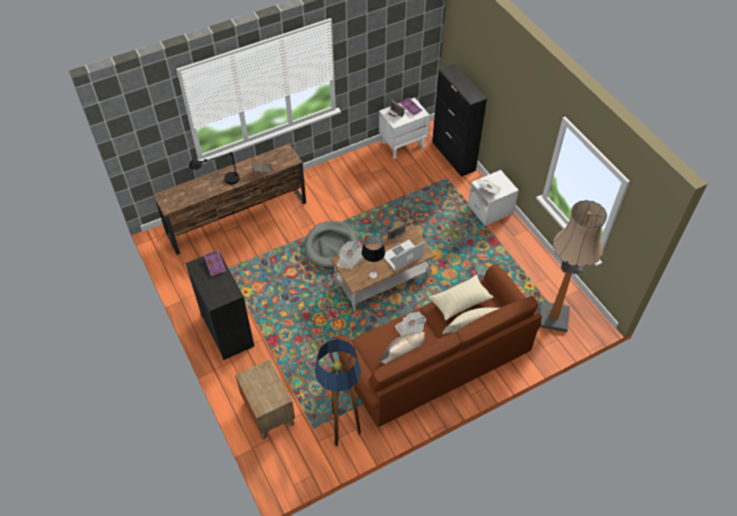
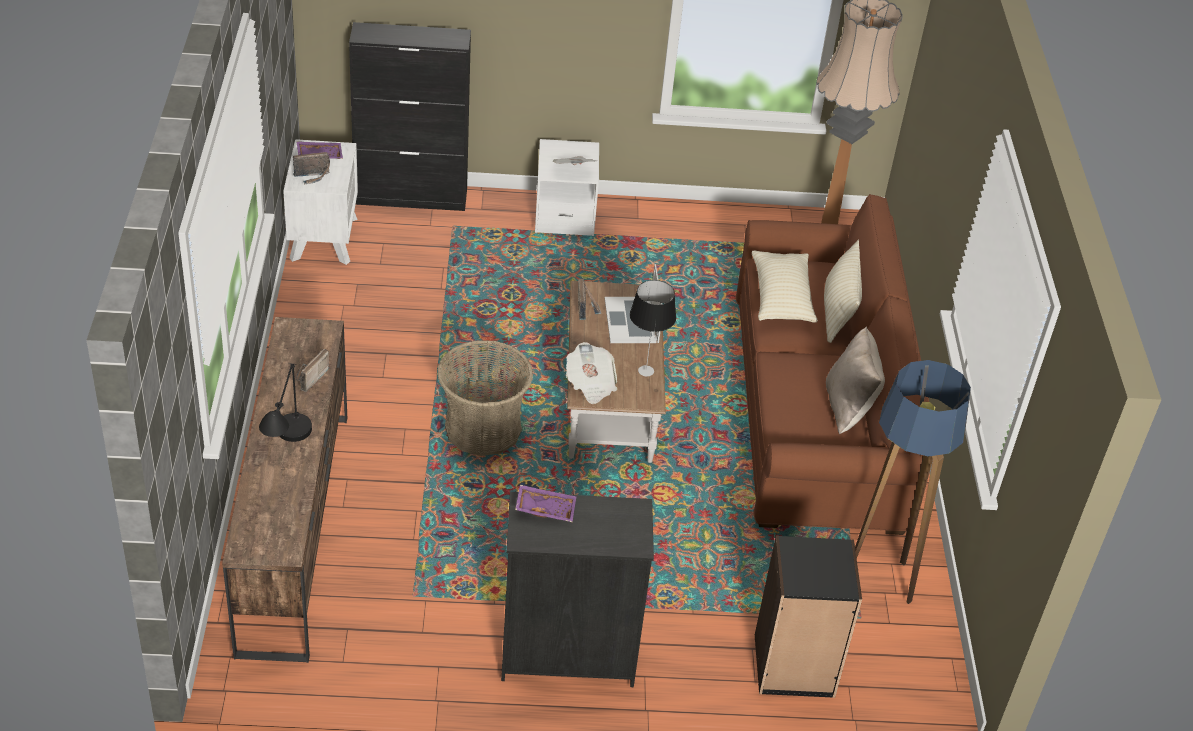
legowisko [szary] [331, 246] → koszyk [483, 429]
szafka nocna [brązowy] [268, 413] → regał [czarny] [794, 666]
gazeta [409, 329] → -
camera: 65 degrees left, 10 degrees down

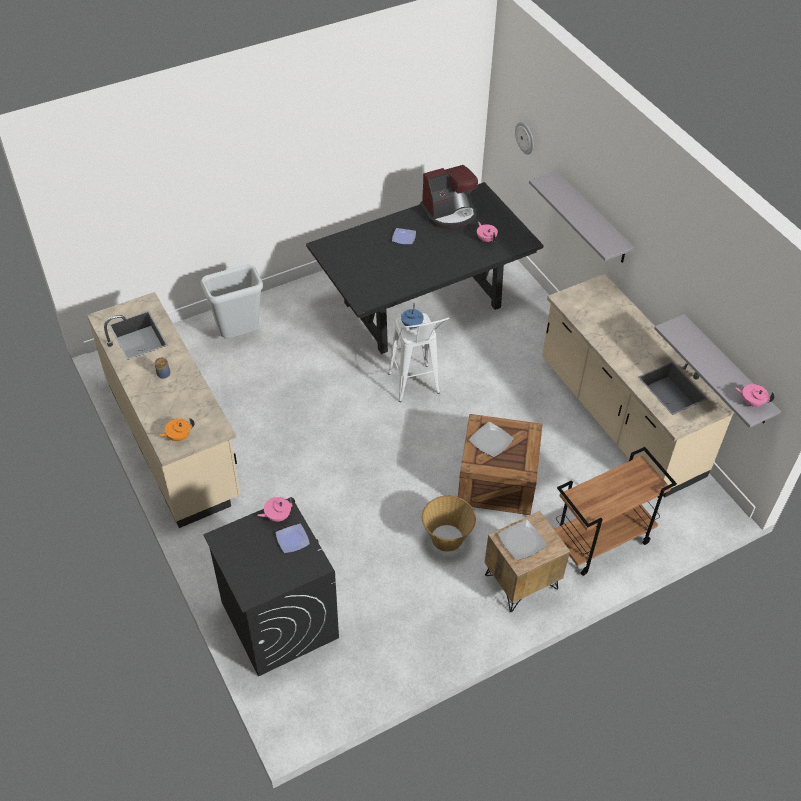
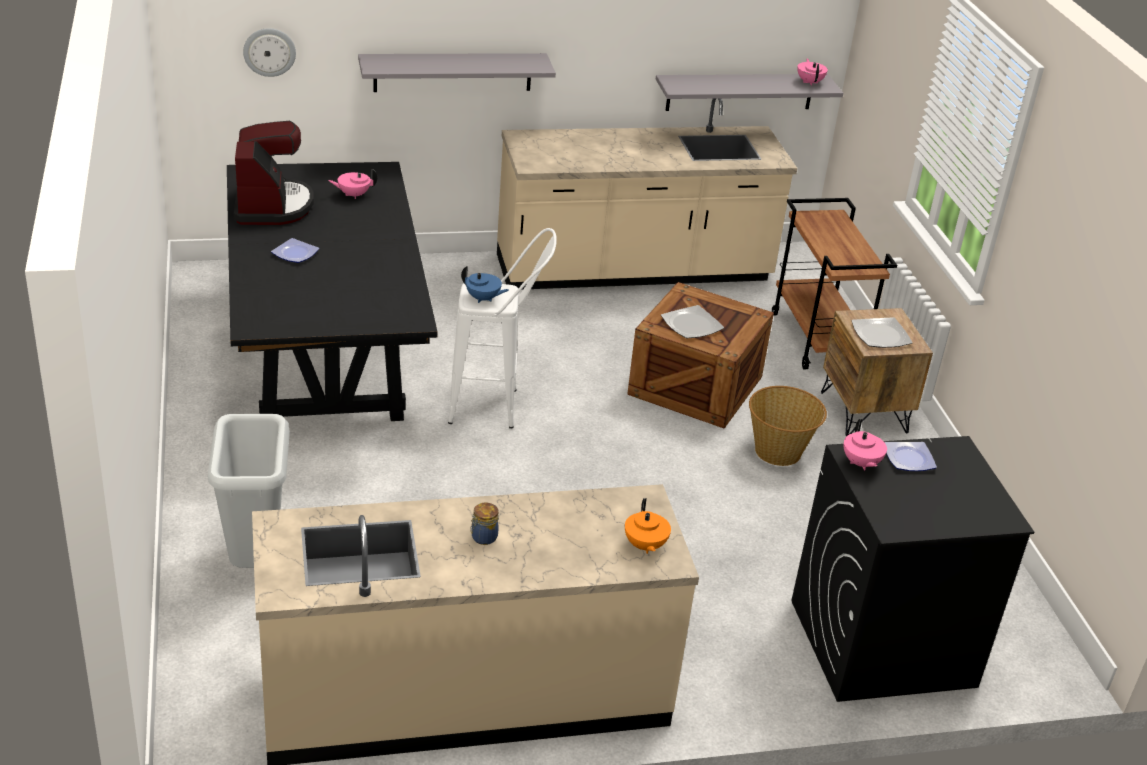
imbryk [różowy] [751, 402] → imbryk [różowy] [810, 82], 135 degrees clockwise
camera: 75 degrees left, 15 degrees down

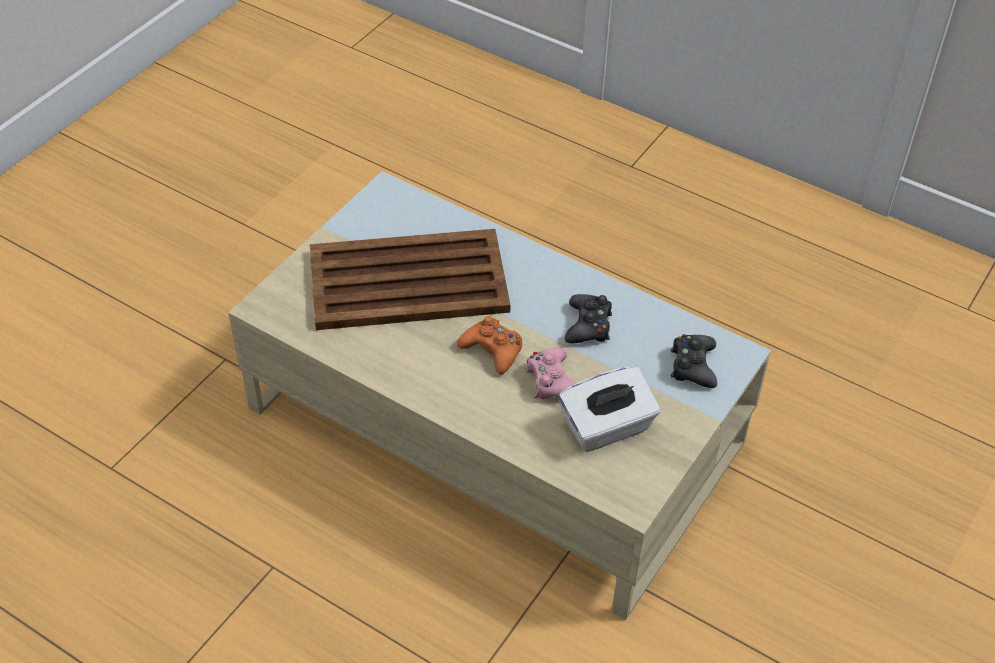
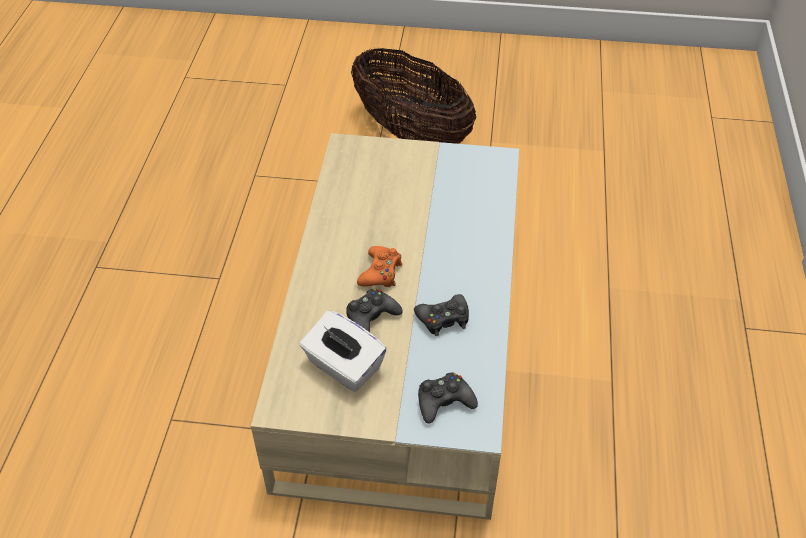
pad do gier [różowy] [551, 381] → pad do gier [czarny] [371, 317]
- → koszyk [411, 133]
taca [brązowy] [410, 281] → -
camera: 65 degrees right, 0 degrees up

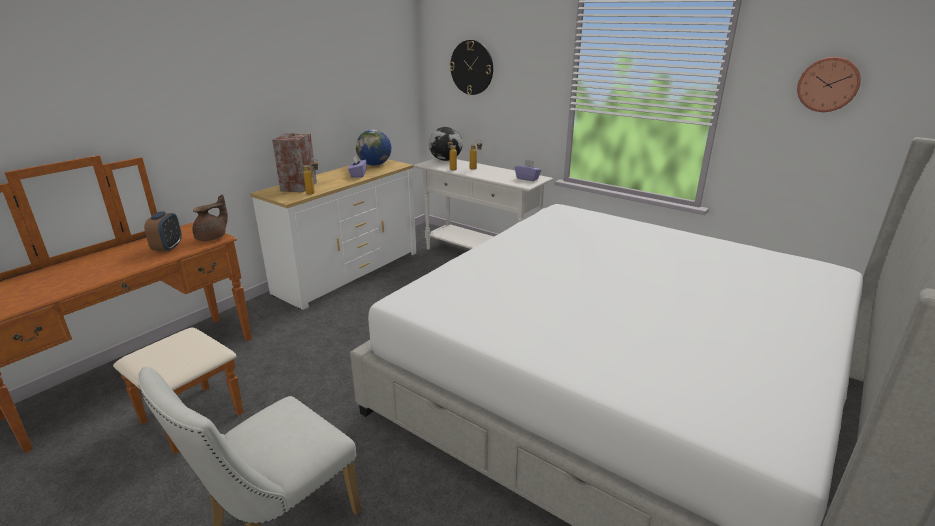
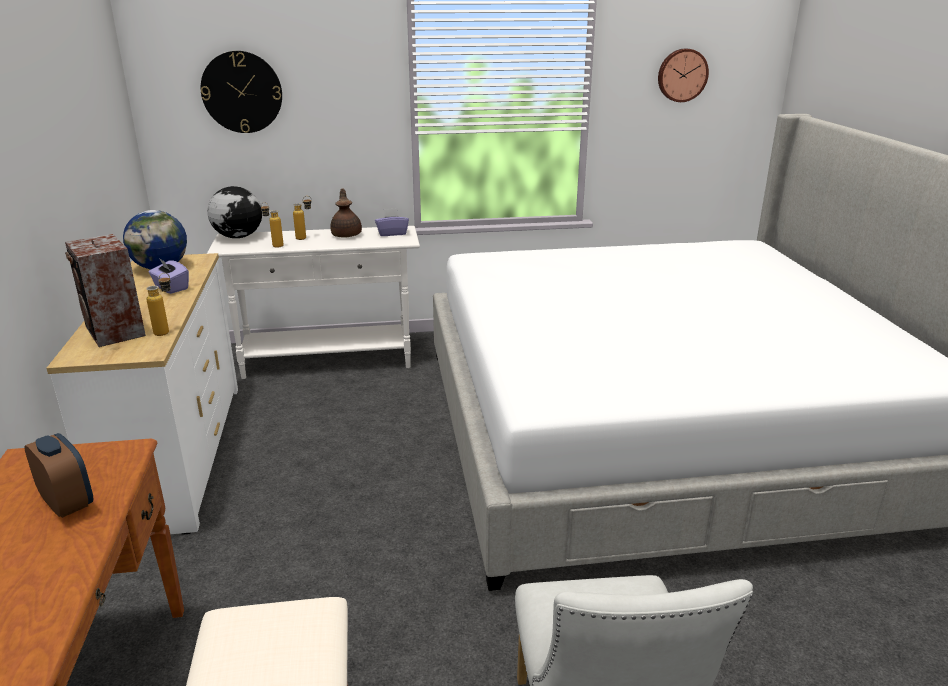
imbryk [brązowy] [213, 237] → imbryk [brązowy] [347, 234], move
camera: 45 degrees left, 0 degrees up

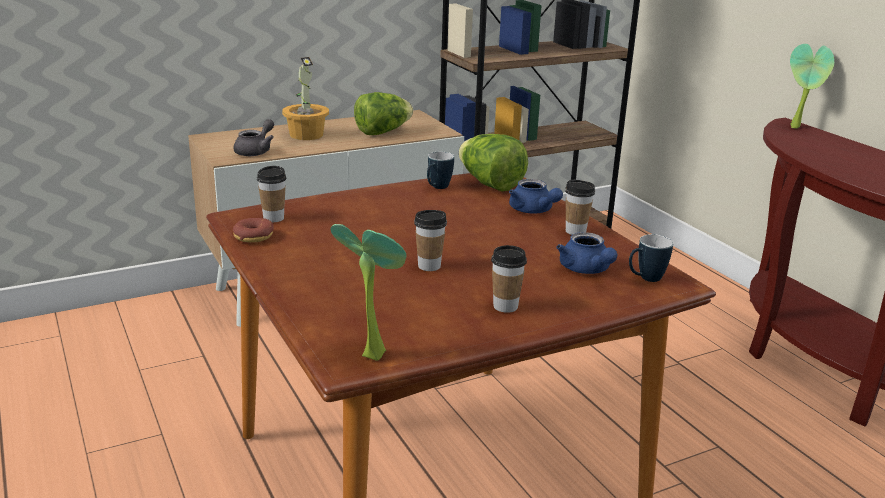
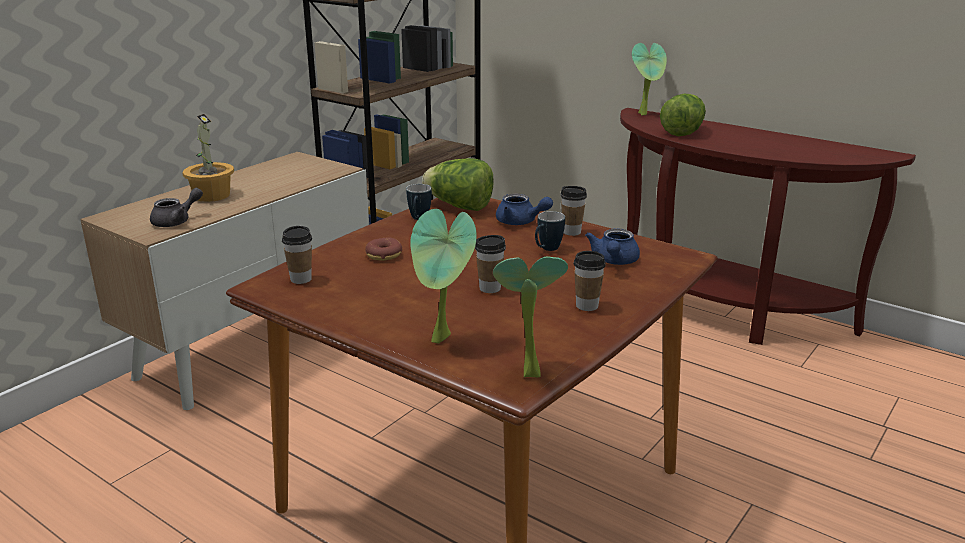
imbryk [szary] [256, 151] → imbryk [szary] [177, 221], 45 degrees clockwise
donut [253, 237] → donut [384, 255], move
- → roślina doniczkowa [443, 340]
kubek [645, 279] → kubek [546, 249], move
imbryk [niebieski] [586, 270] → imbryk [niebieski] [614, 261], 60 degrees clockwise
sałata [382, 132] → sałata [683, 132], move
camera: 25 degrees left, 0 degrees up

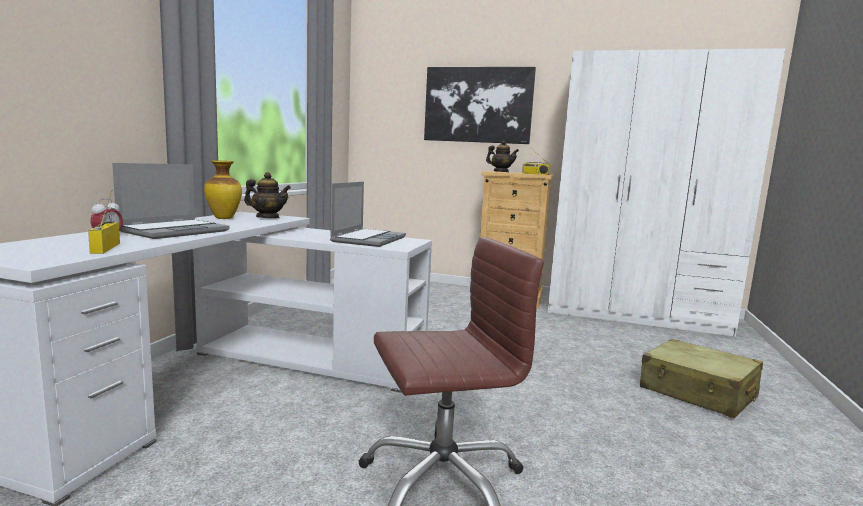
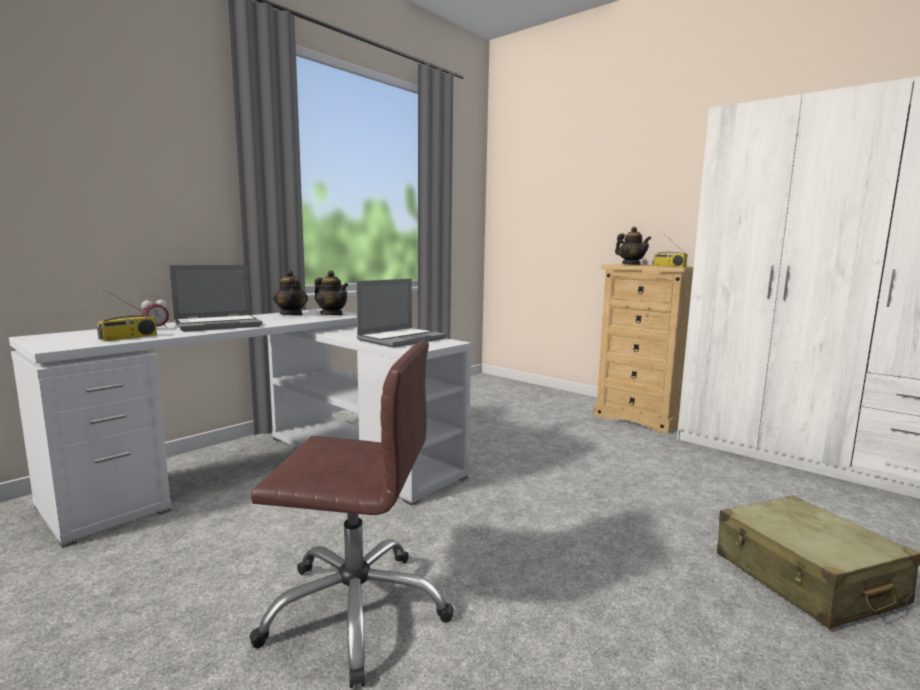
radio [105, 248] → radio [128, 338], 150 degrees counterclockwise
wazon [224, 218] → imbryk [291, 314]
obraz [478, 105] → -
camera: 25 degrees right, 0 degrees up

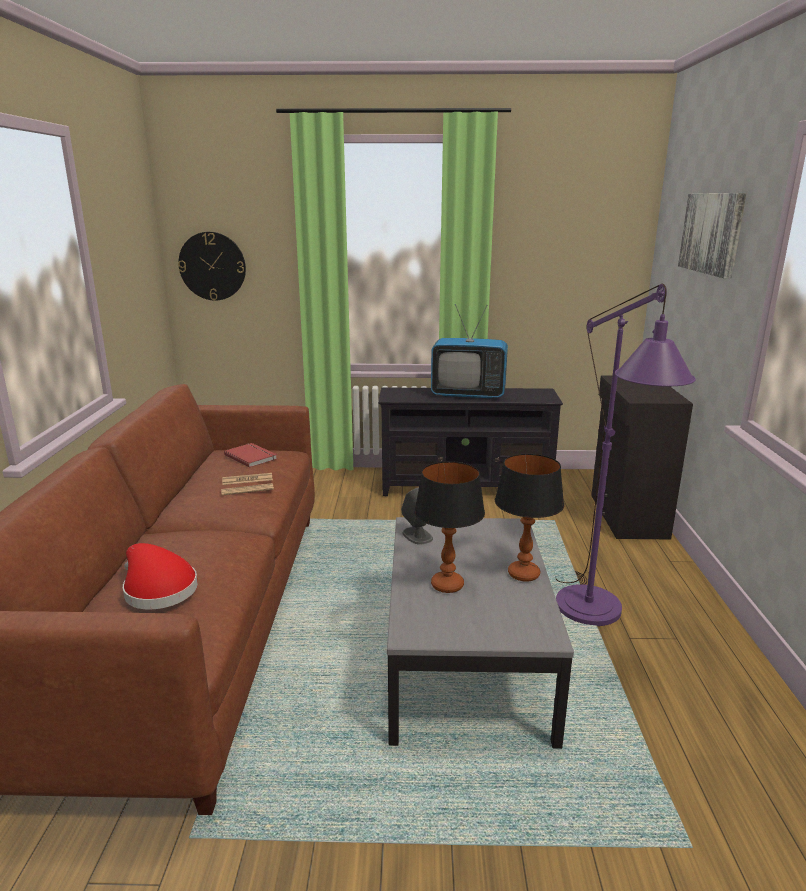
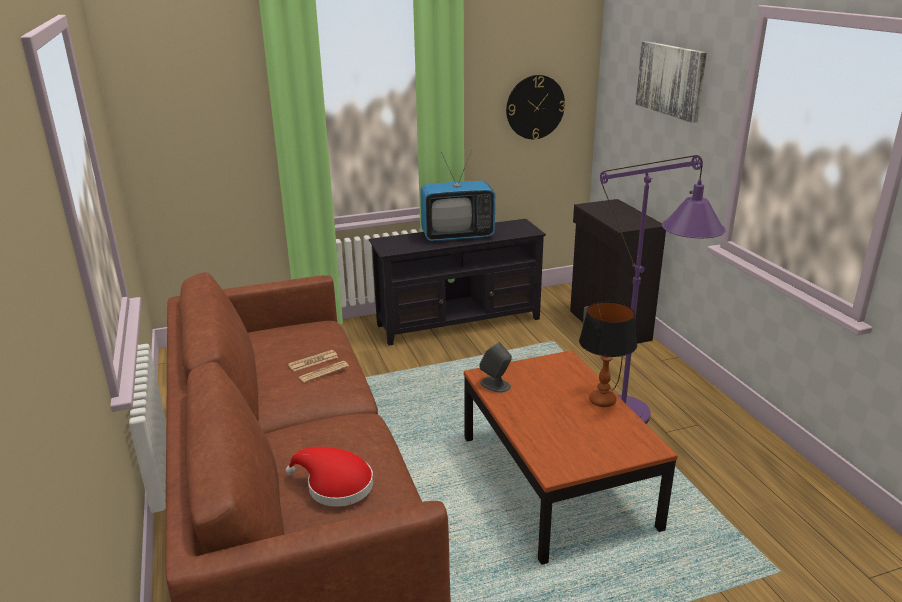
ława [szary] [465, 658] → ława [brązowy] [555, 480]
zegar ścienny [212, 266] → zegar ścienny [535, 107], move
książka [czerwony] [251, 456] → -
lampa stołowa [447, 585] → -
camera: 20 degrees left, 5 degrees up

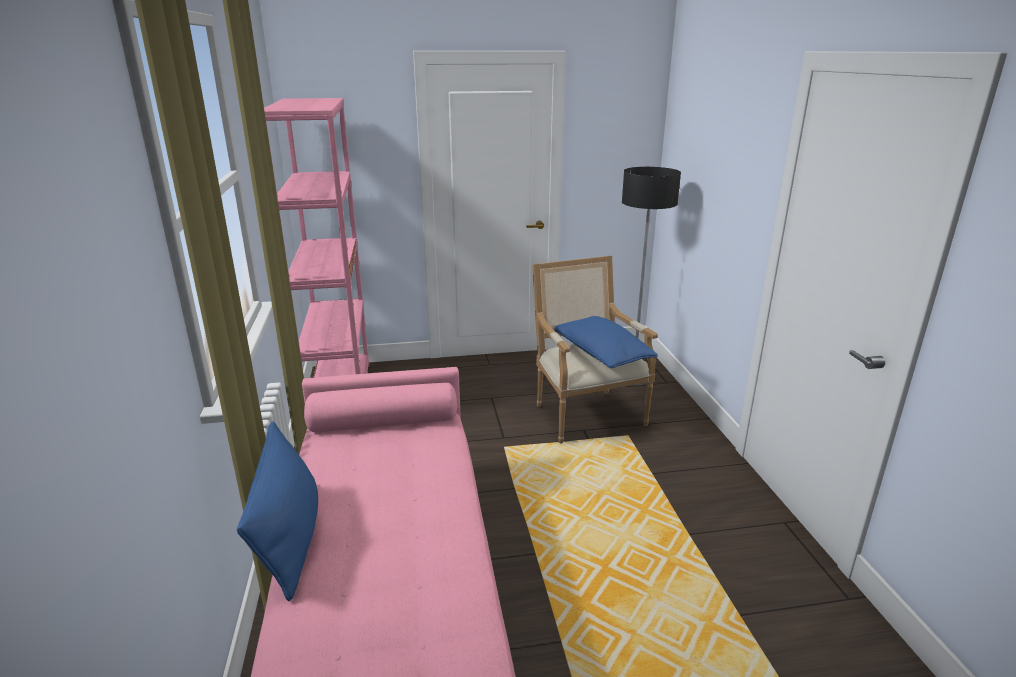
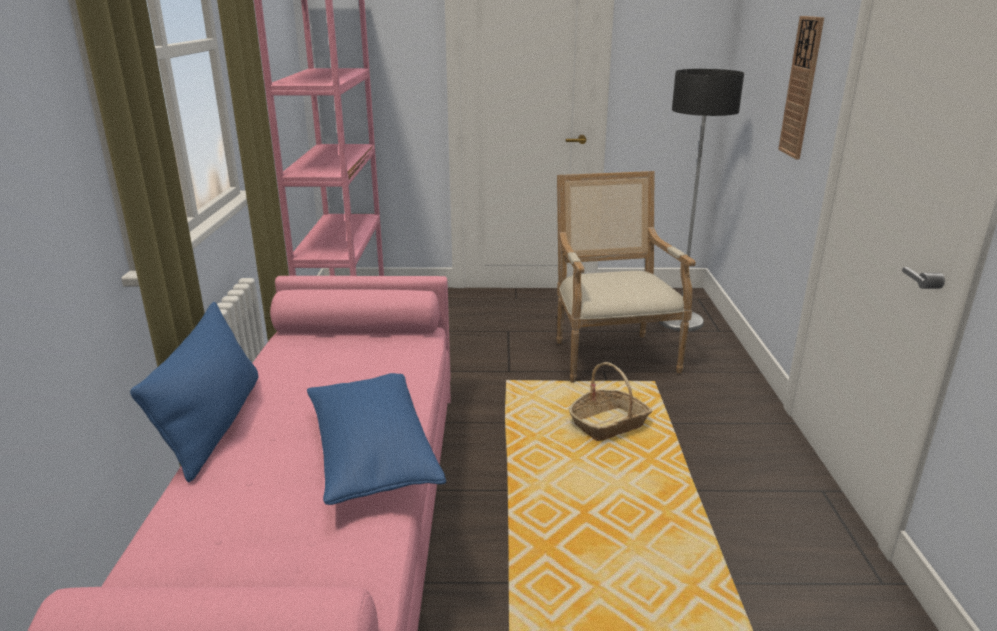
poduszka [niebieski] [600, 355] → poduszka [niebieski] [371, 456], move
- → koszyk [609, 424]
- → zegar ścienny [801, 88]
camera: 10 degrees right, 0 degrees up

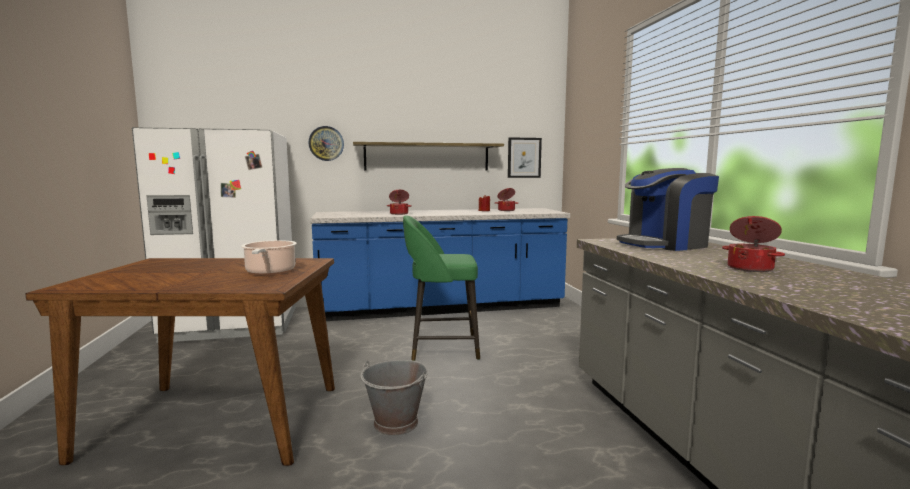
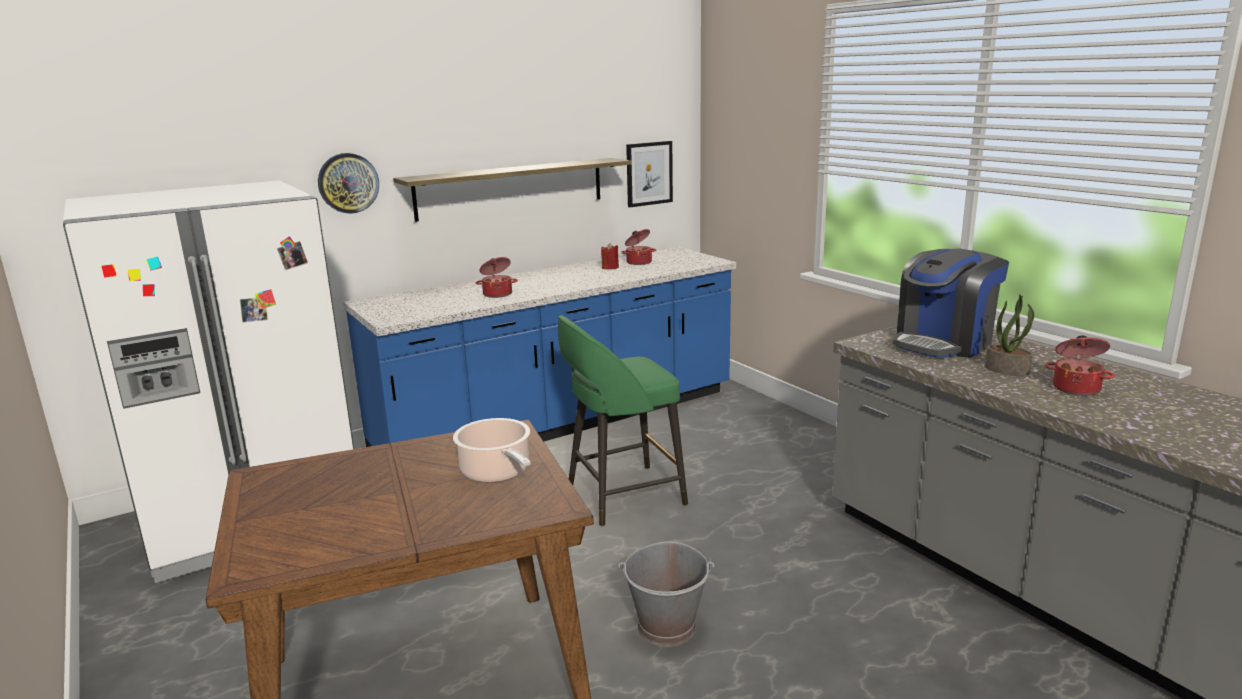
- → roślina doniczkowa [1007, 370]
camera: 20 degrees left, 10 degrees up

